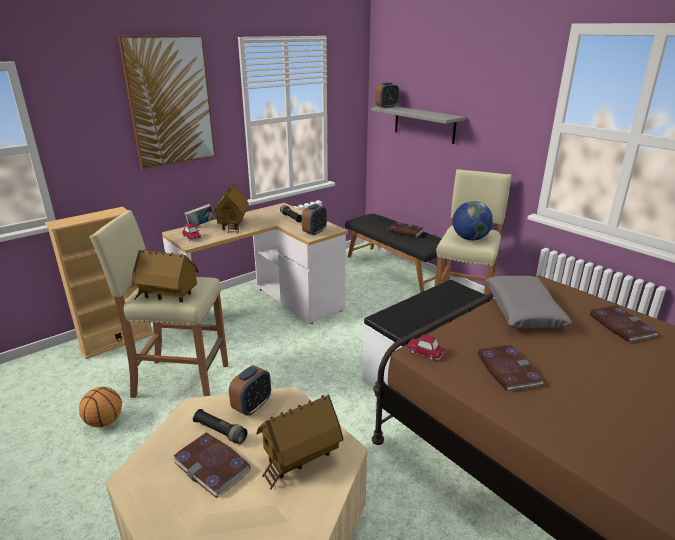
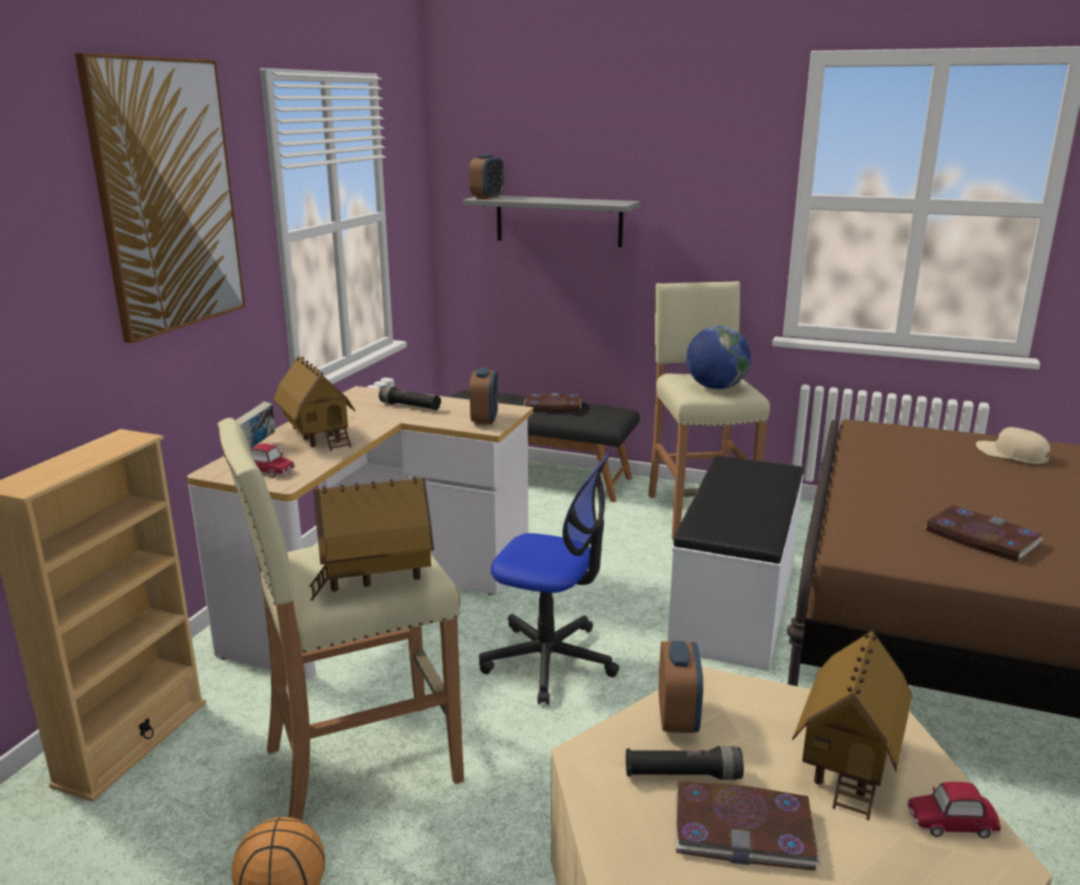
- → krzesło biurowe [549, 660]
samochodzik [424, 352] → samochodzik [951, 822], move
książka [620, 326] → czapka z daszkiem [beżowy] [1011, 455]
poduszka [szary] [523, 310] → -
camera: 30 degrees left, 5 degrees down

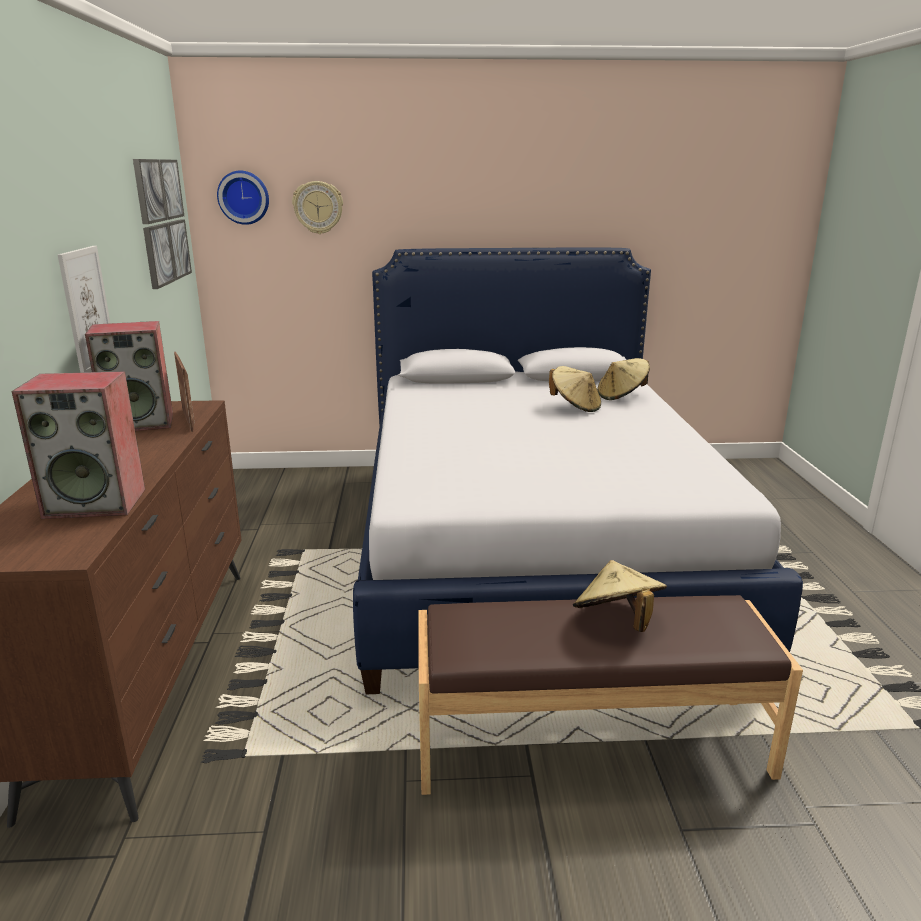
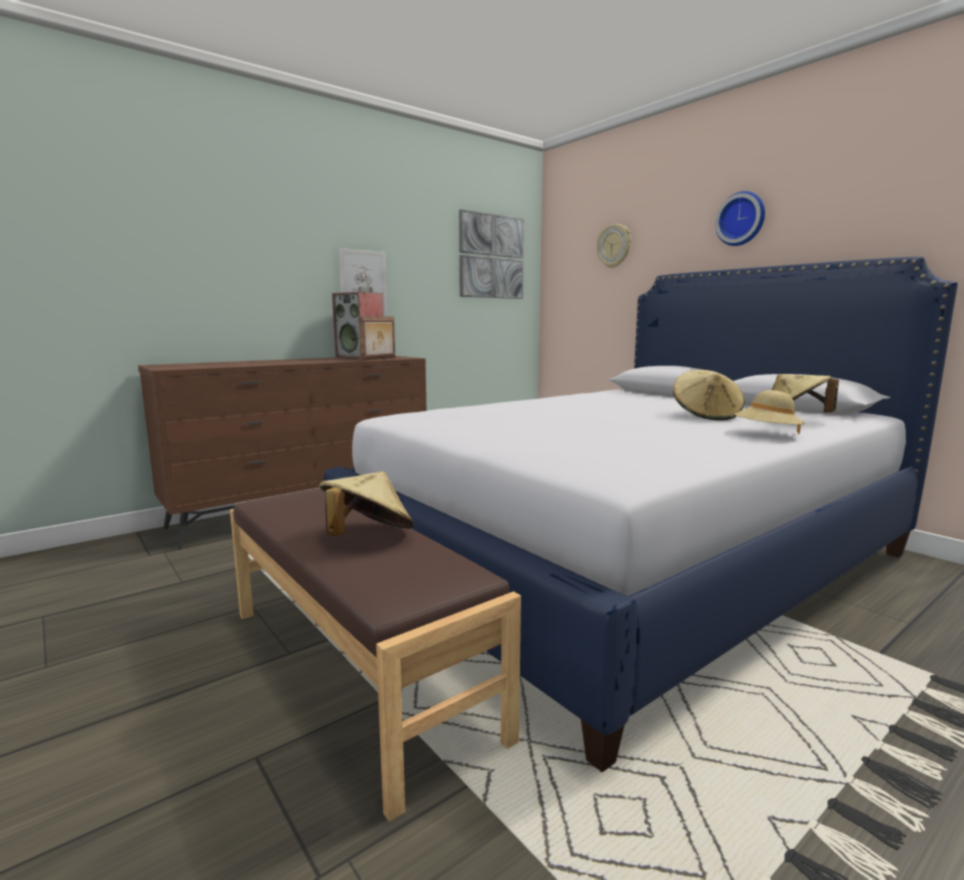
zegar ścienny [244, 197] → zegar ścienny [741, 219], move
- → kapelusz [beżowy] [766, 434]
głośnik [97, 503] → -
camera: 55 degrees right, 10 degrees down

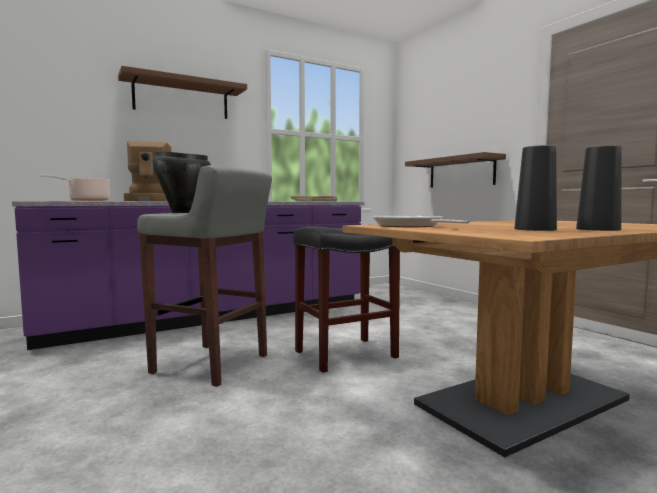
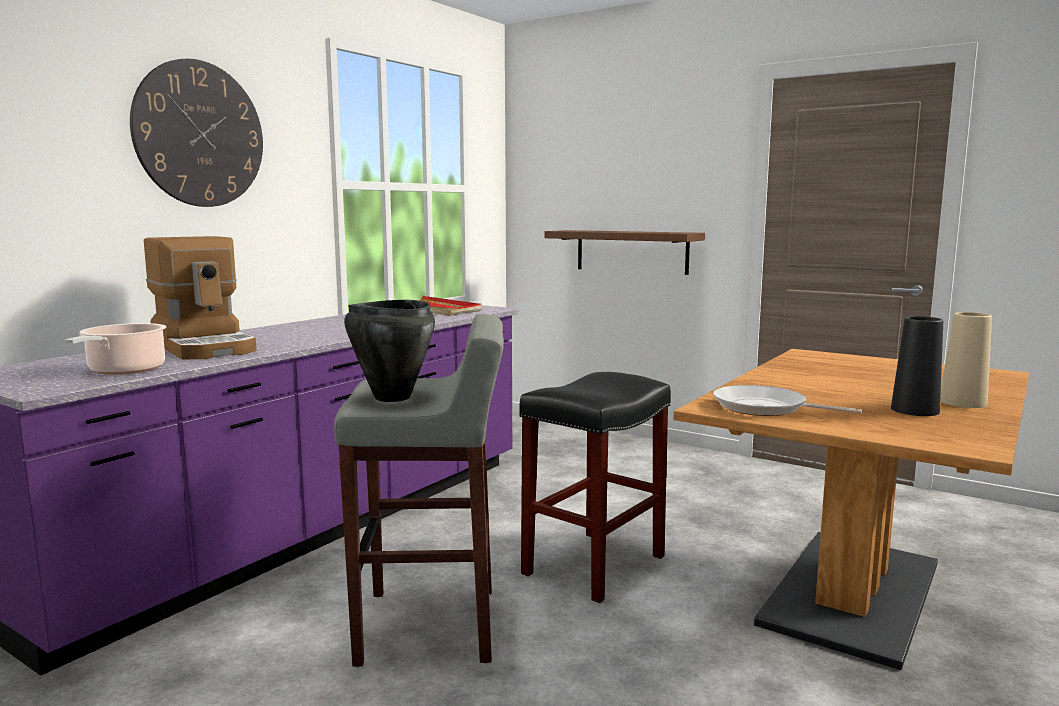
półka [brązowy] [181, 99] → zegar ścienny [199, 134]
wazon [czarny] [598, 229] → wazon [beżowy] [963, 402]
camera: 25 degrees left, 5 degrees up

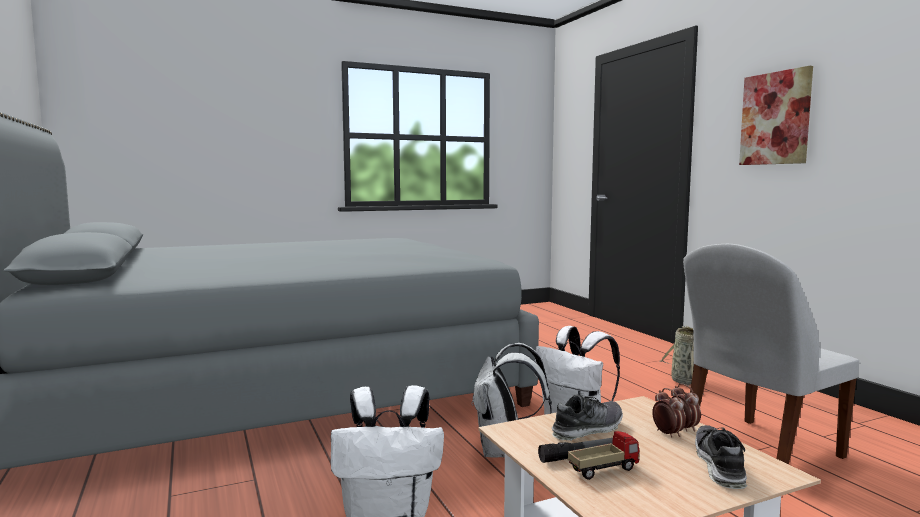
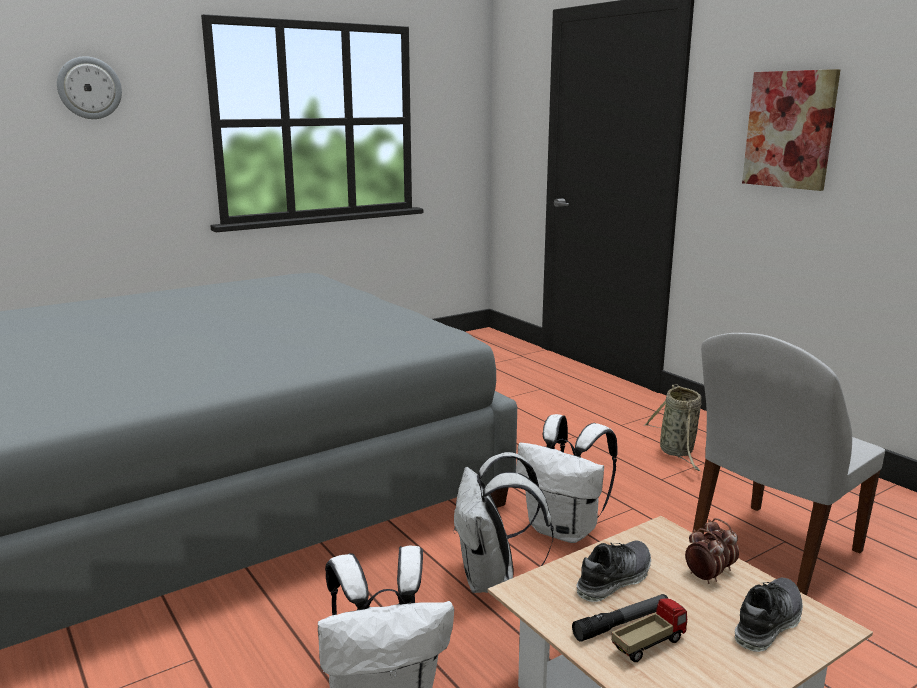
- → zegar ścienny [89, 88]
but [718, 466] → but [767, 623], 45 degrees clockwise
camera: 10 degrees left, 10 degrees up

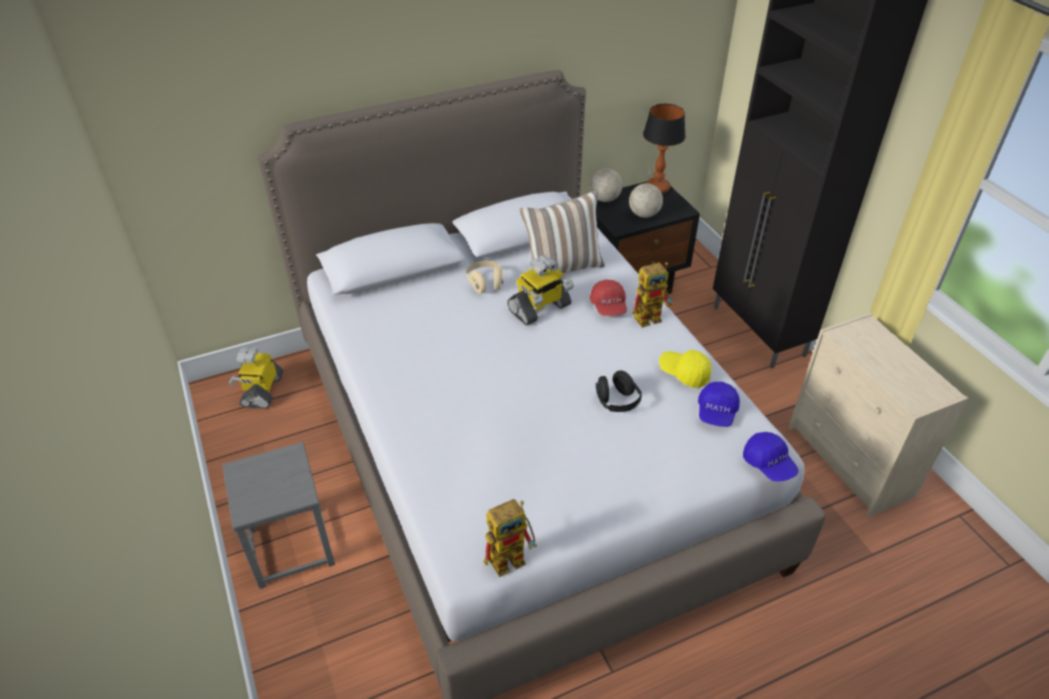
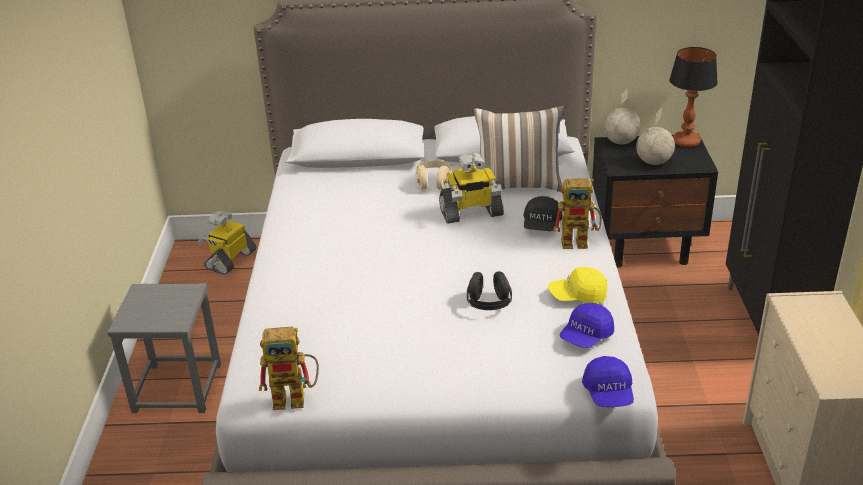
czapka z daszkiem [czerwony] [608, 306] → czapka z daszkiem [czarny] [541, 225]
czapka z daszkiem [żółty] [684, 373] → czapka z daszkiem [żółty] [577, 296], 60 degrees counterclockwise
camera: 25 degrees right, 10 degrees down

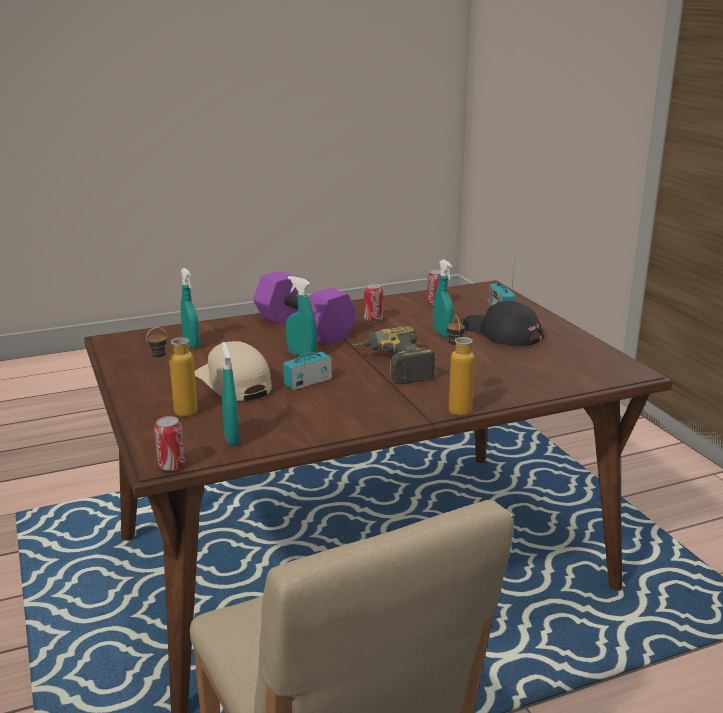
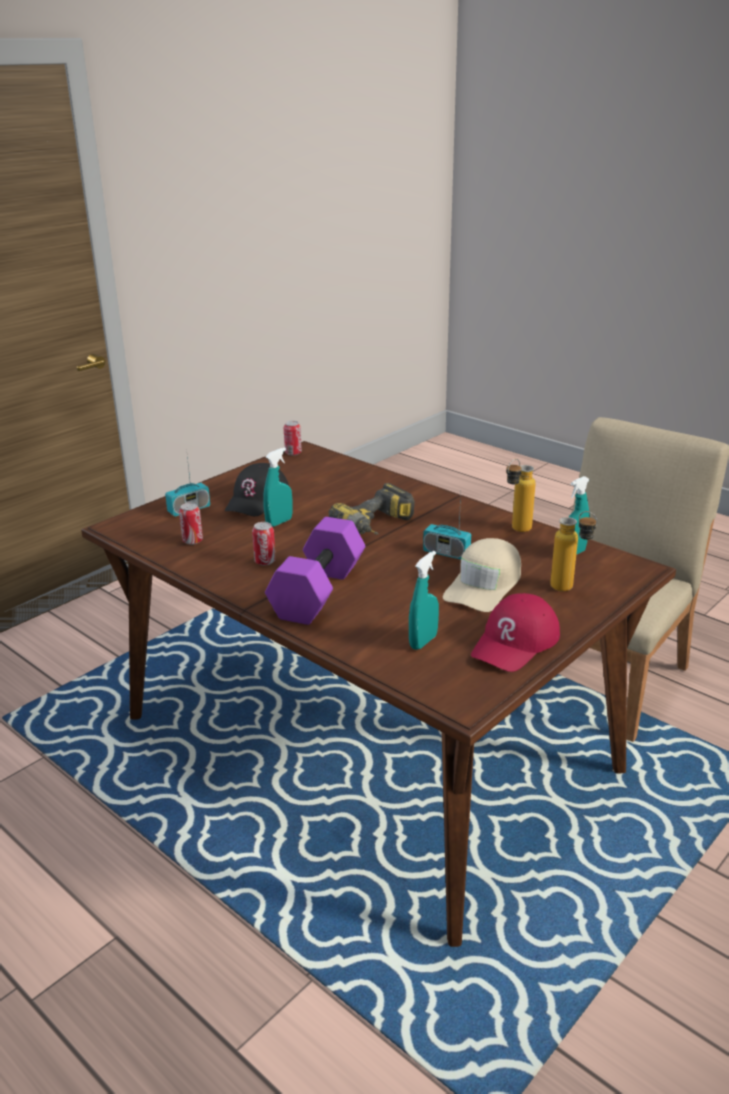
puszka [171, 466] → puszka [293, 453], move
- → czapka z daszkiem [czerwony] [515, 642]
butelka [456, 407] → butelka [516, 531], move
spryskiwacz [turkusowy] [301, 354] → -
camera: 115 degrees left, 5 degrees up

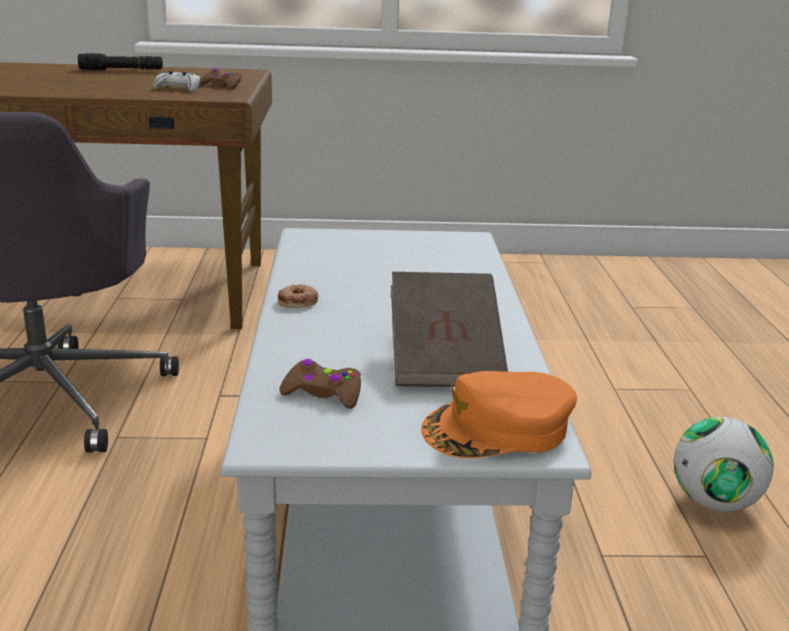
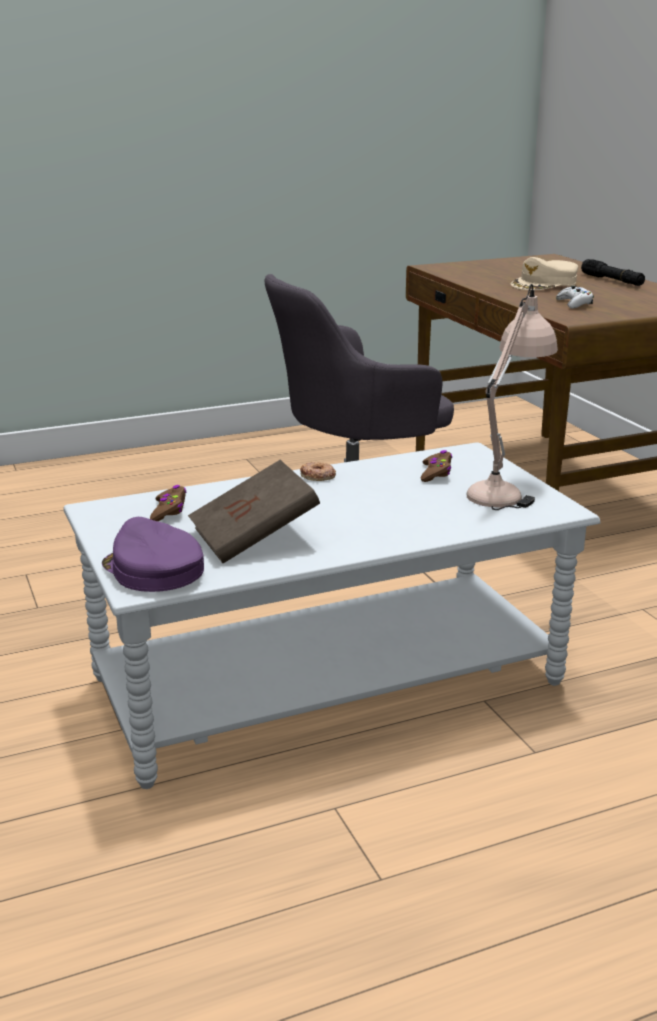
czapka z daszkiem [pomarańczowy] [498, 429] → czapka z daszkiem [fioletowy] [153, 570]
pad do gier [brązowy] [221, 86] → pad do gier [brązowy] [436, 473], move
- → lampa stołowa [beżowy] [507, 487]
- → czapka z daszkiem [beżowy] [545, 284]
piłka futbolowa [714, 502] → -
camera: 70 degrees right, 0 degrees up

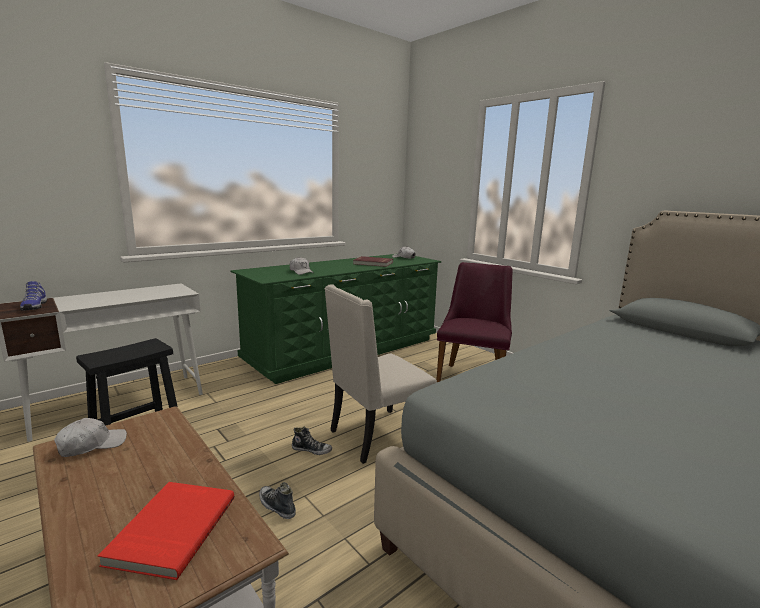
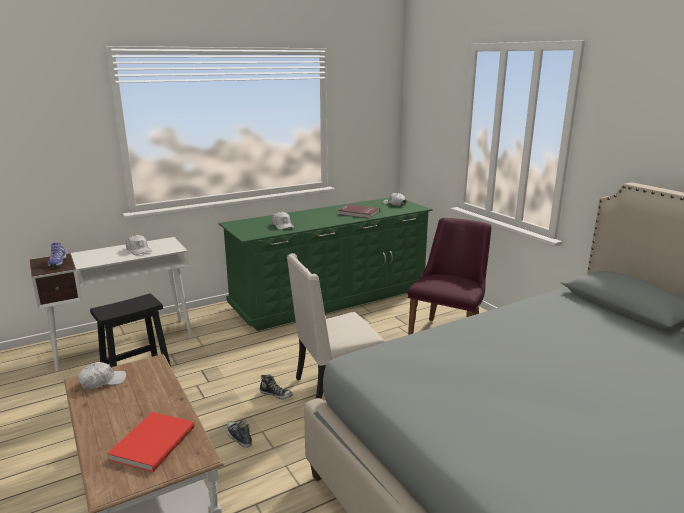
- → czapka z daszkiem [biały] [139, 250]
camera: 10 degrees right, 5 degrees up

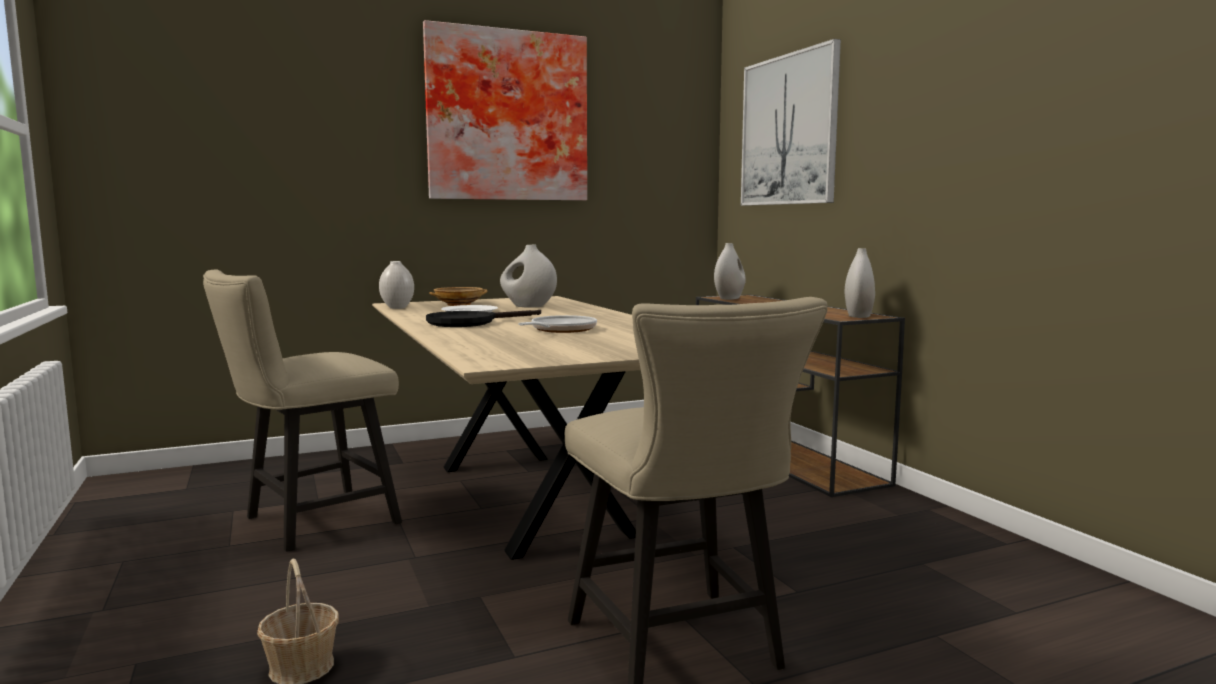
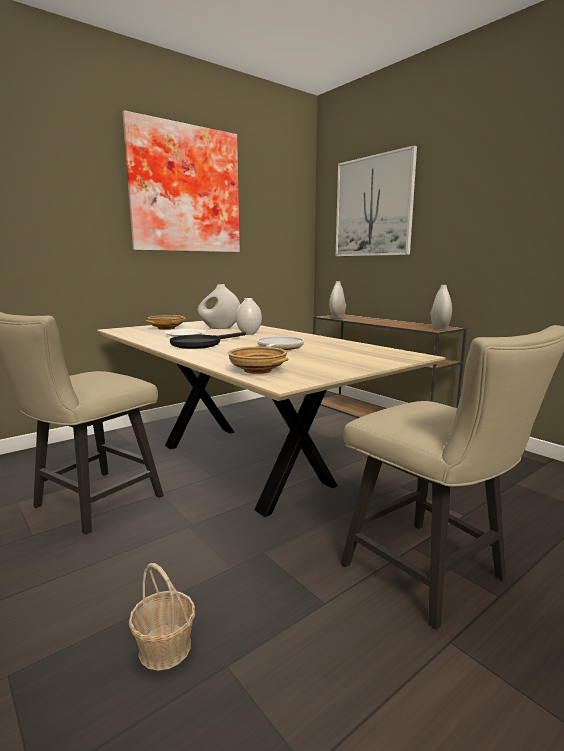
- → miska [beżowy] [257, 370]
wazon [biały] [397, 308] → wazon [biały] [248, 333], move
camera: 15 degrees left, 5 degrees up

